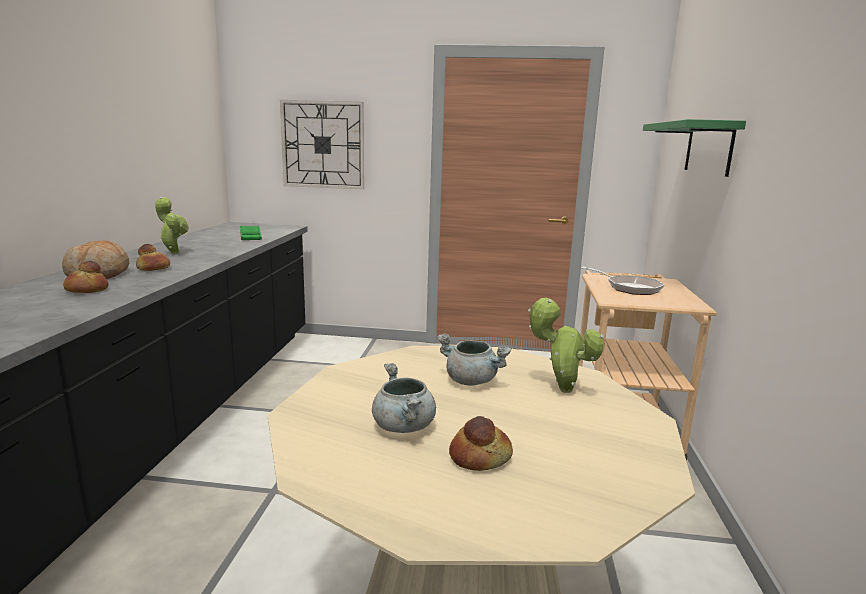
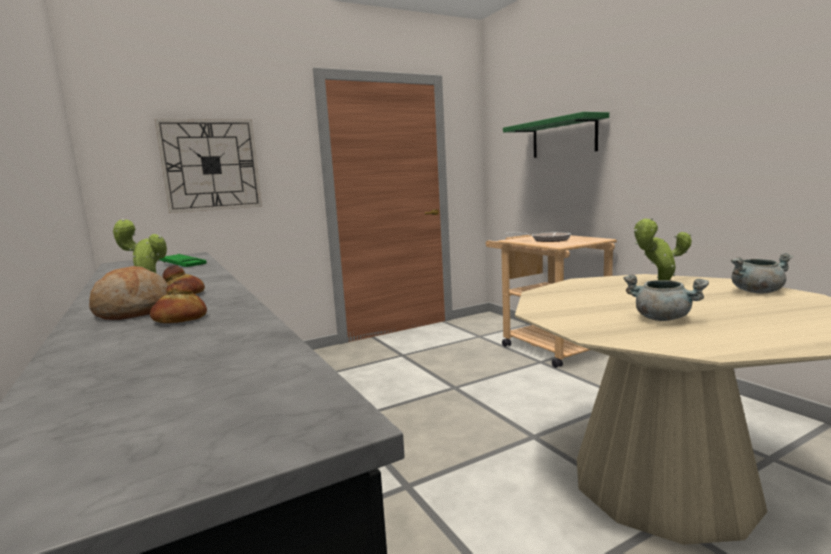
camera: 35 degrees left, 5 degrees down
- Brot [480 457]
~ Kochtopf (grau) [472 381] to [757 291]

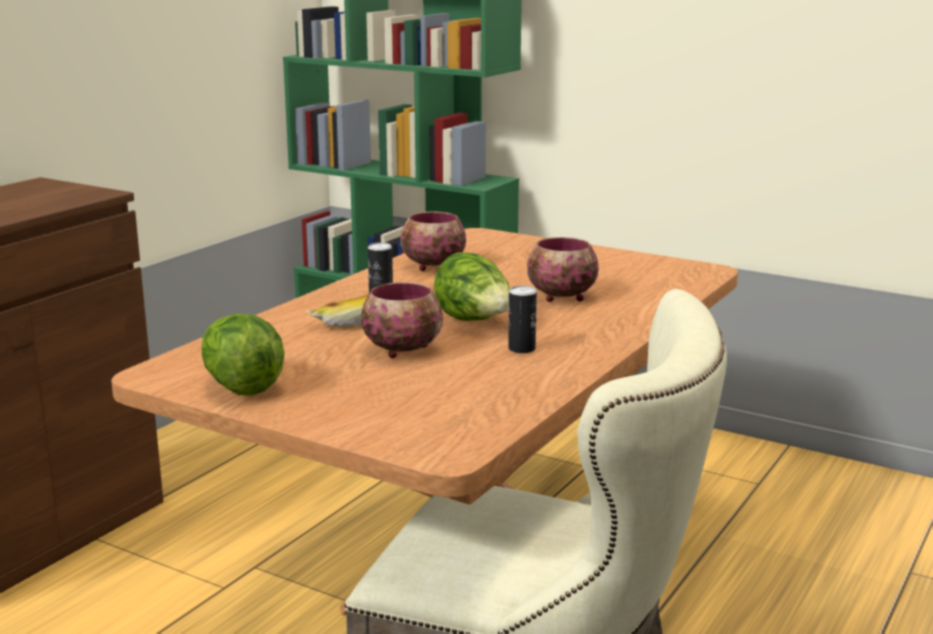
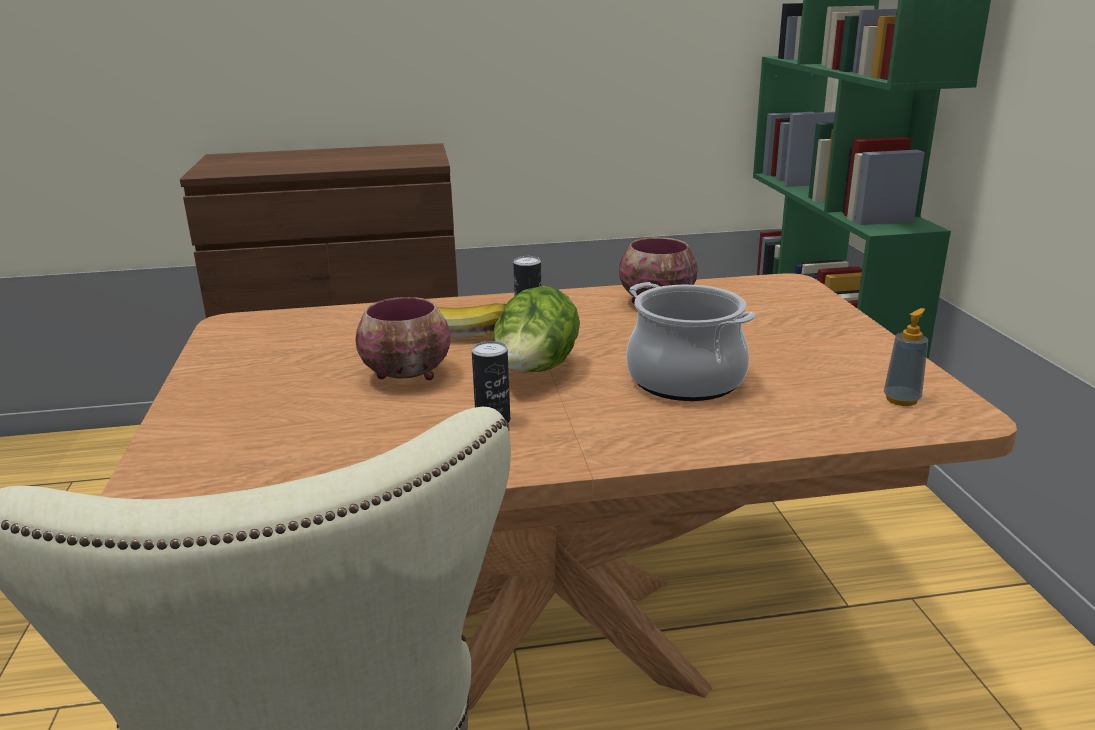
camera: 50 degrees right, 5 degrees up
- Salatkopf [241 386]
+ Seifenspender [901 399]
~ Schüssel [560 297] to Kochtopf [685 380]

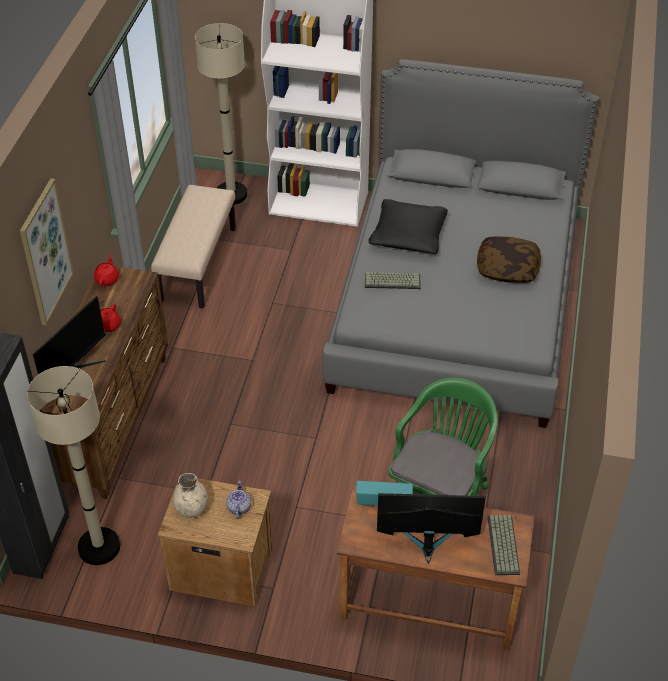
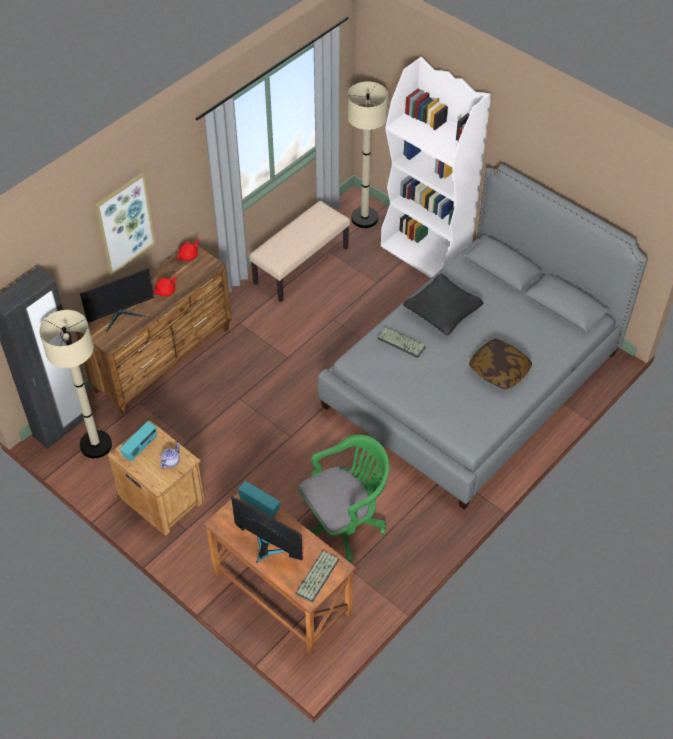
camera: 30 degrees right, 5 degrees up
~ Vase (beige) [191 509] to Radio [140 447]

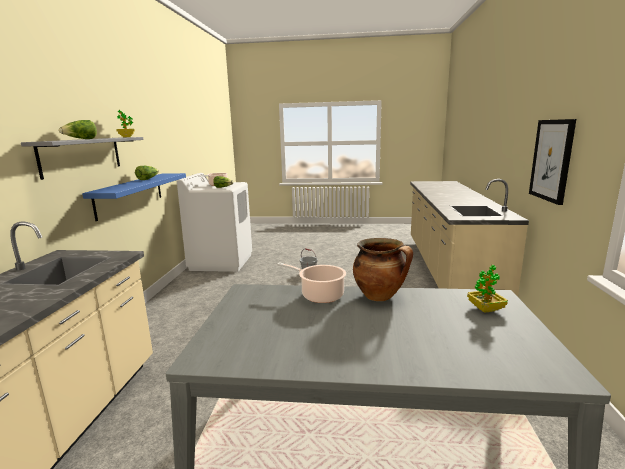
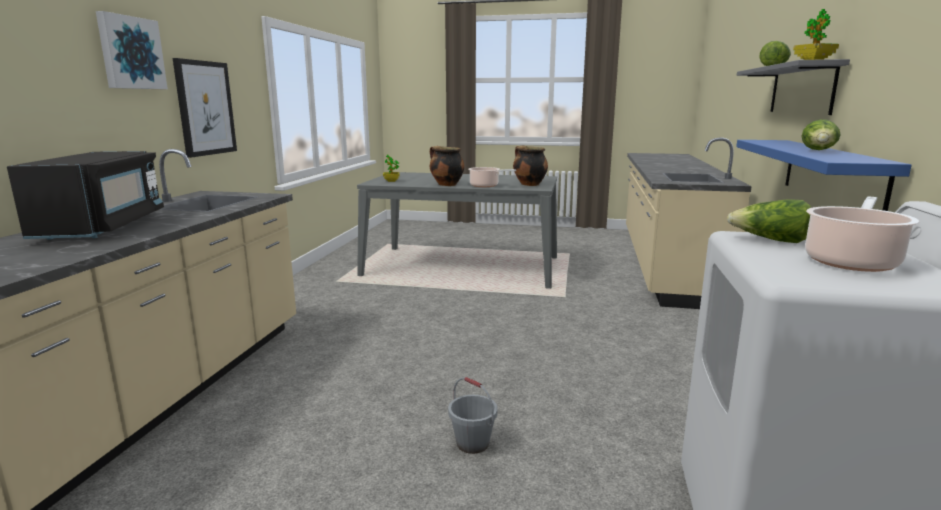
camera: 175 degrees left, 0 degrees up
+ Mikrowelle (schwarz) [103 227]
+ Bild [130 53]
+ Kochtopf [528 184]

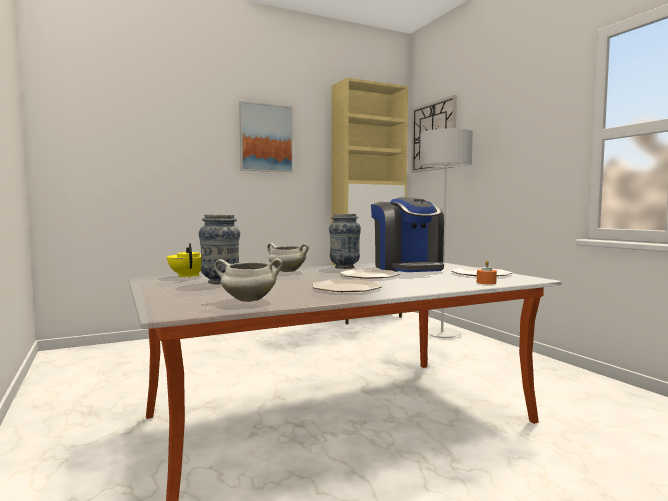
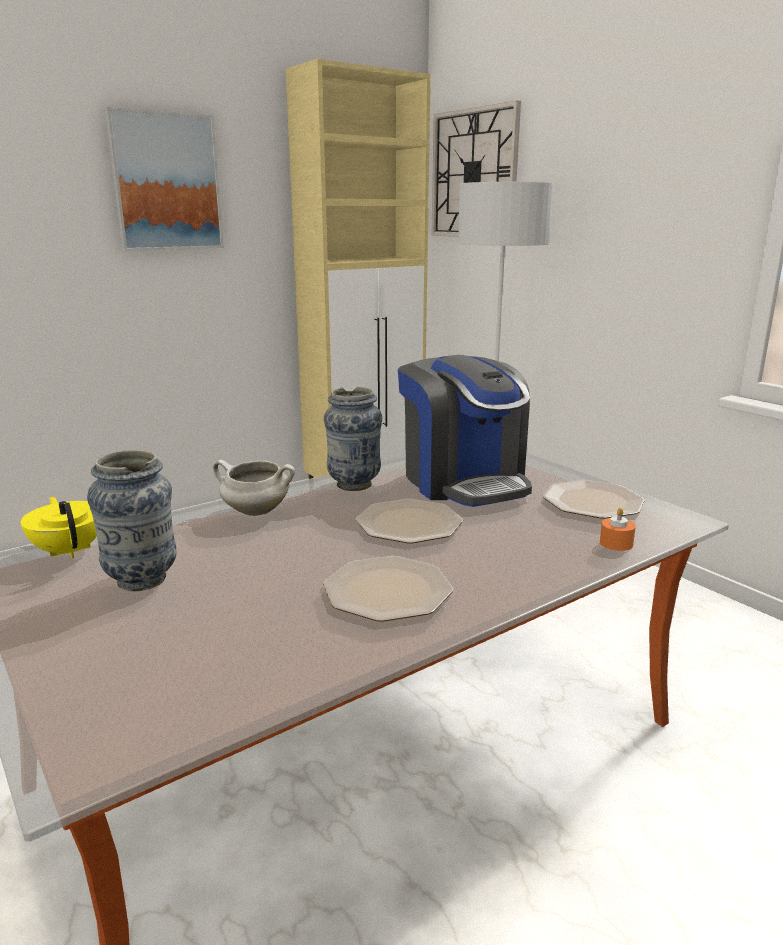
camera: 10 degrees left, 15 degrees up
- Kochtopf (weiß) [248 300]

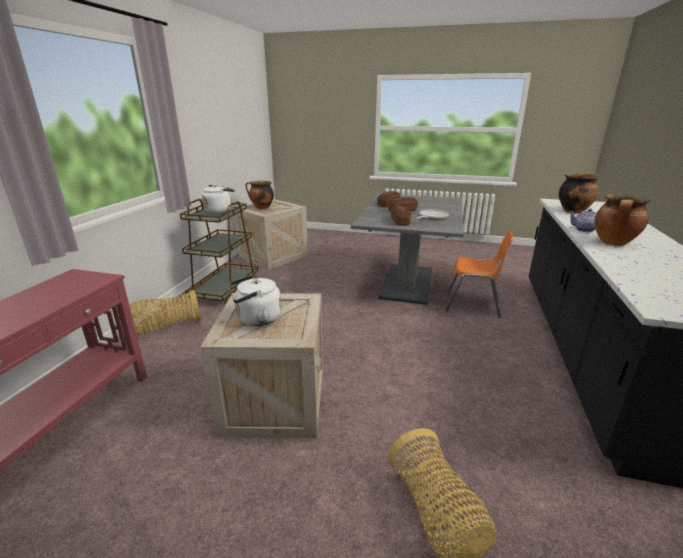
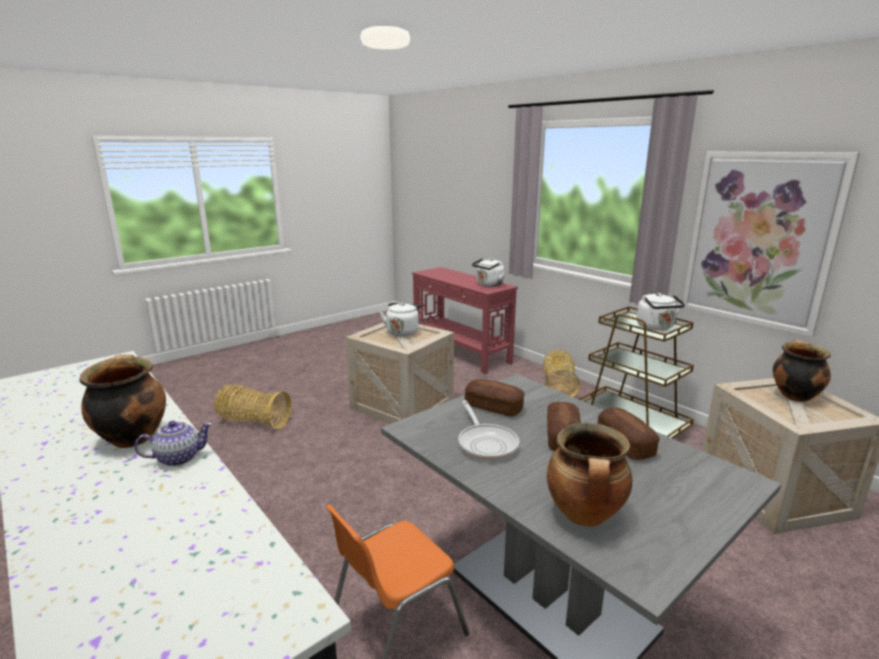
camera: 125 degrees right, 5 degrees down
+ Wasserkessel (weiß) [489 284]
+ Bild [760 240]
~ Kochtopf [573 211] to [585 516]

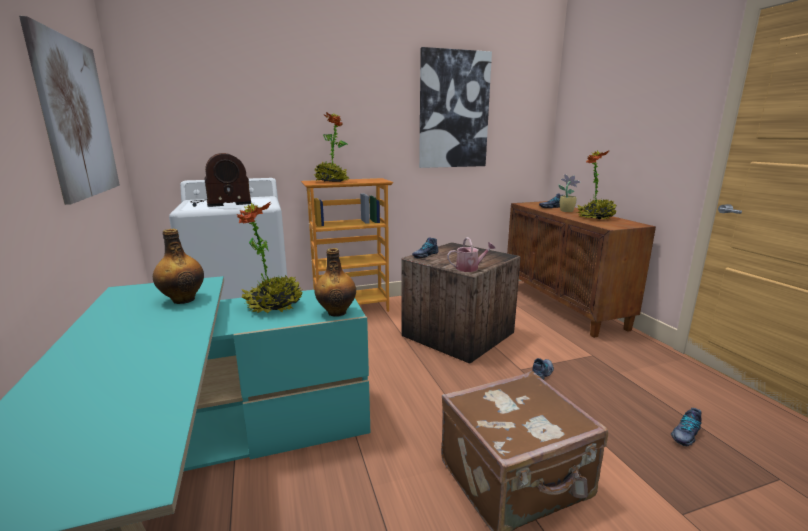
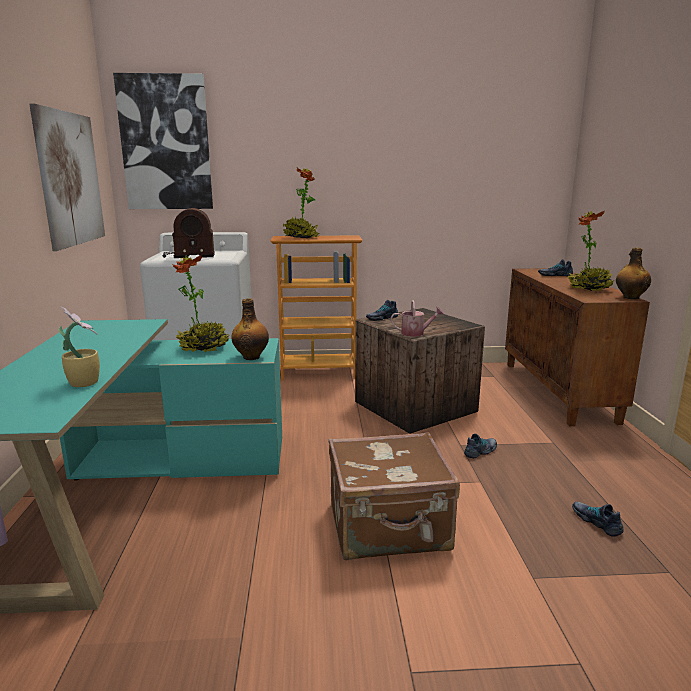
camera: 15 degrees right, 0 degrees up
~ Flasche [183 299] to [630 297]
~ Bild [453 110] to [166 143]
~ Topfpflanze [566 211] to [84 382]
~ Schuh [685 434] = [596 522] 90 degrees clockwise

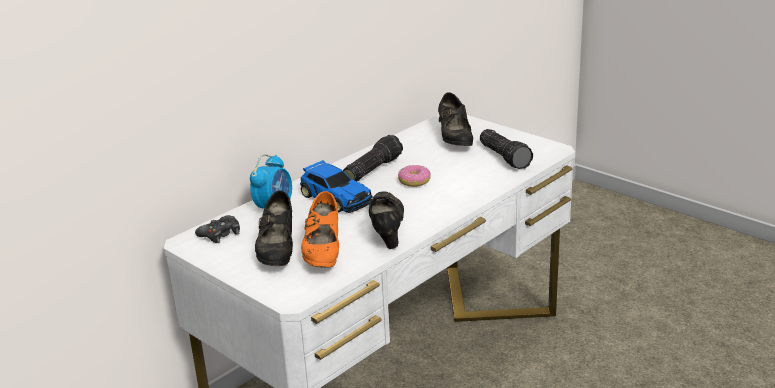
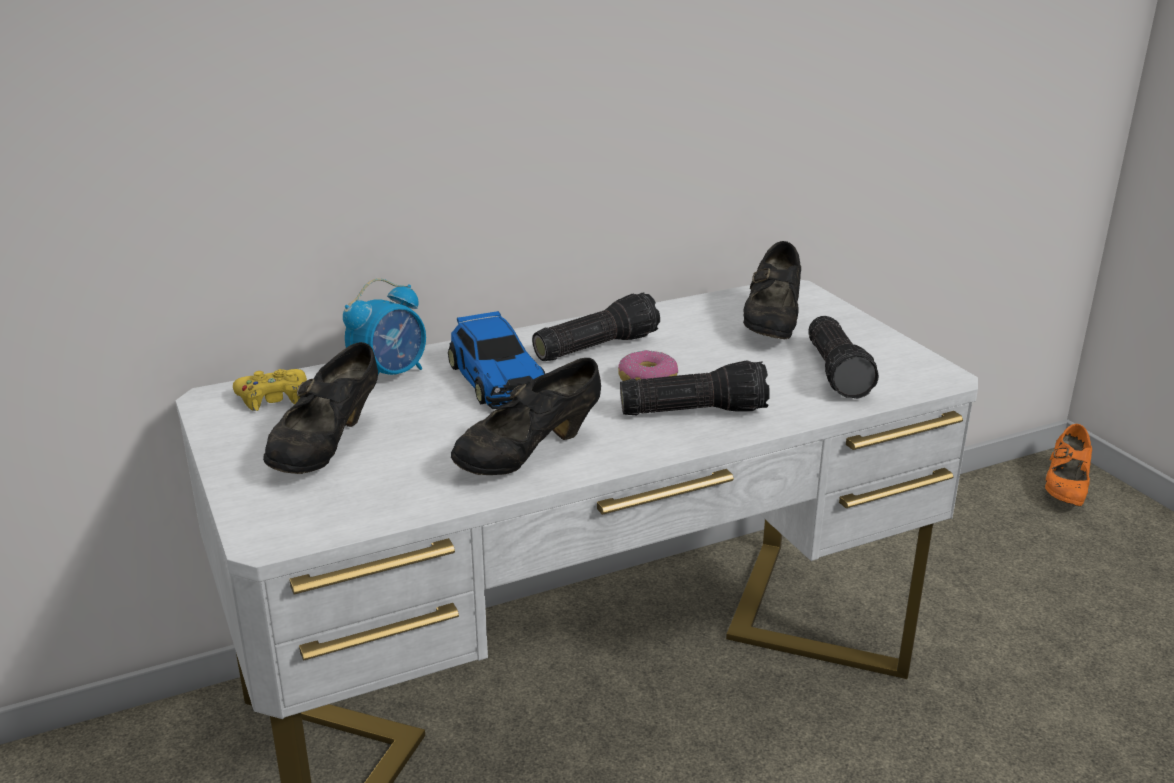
camera: 20 degrees right, 0 degrees up
+ Taschenlampe [694 409]
~ Schuh (orange) [323 253] to [1065 489]
~ Gamepad (schwarz) [220 234] to Gamepad (gelb) [273 398]
~ Schuh (schwarz) [386 231] = [528 455] 150 degrees counterclockwise

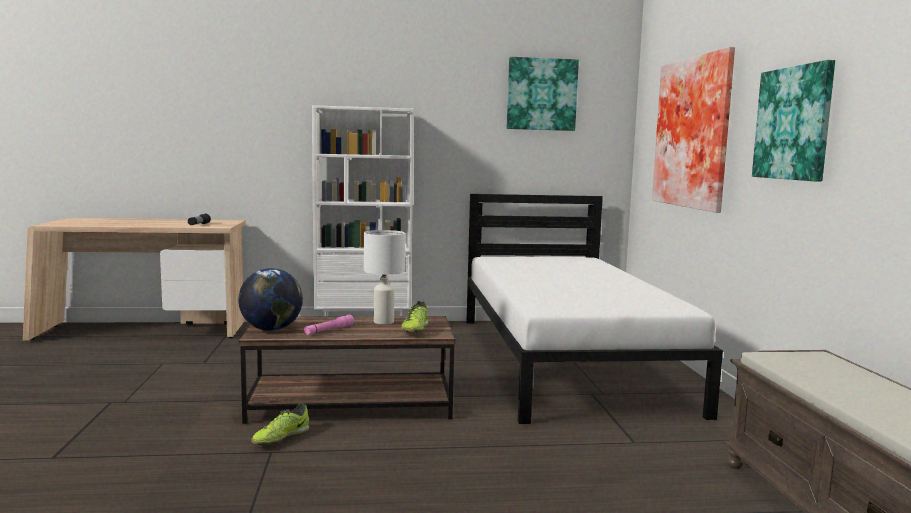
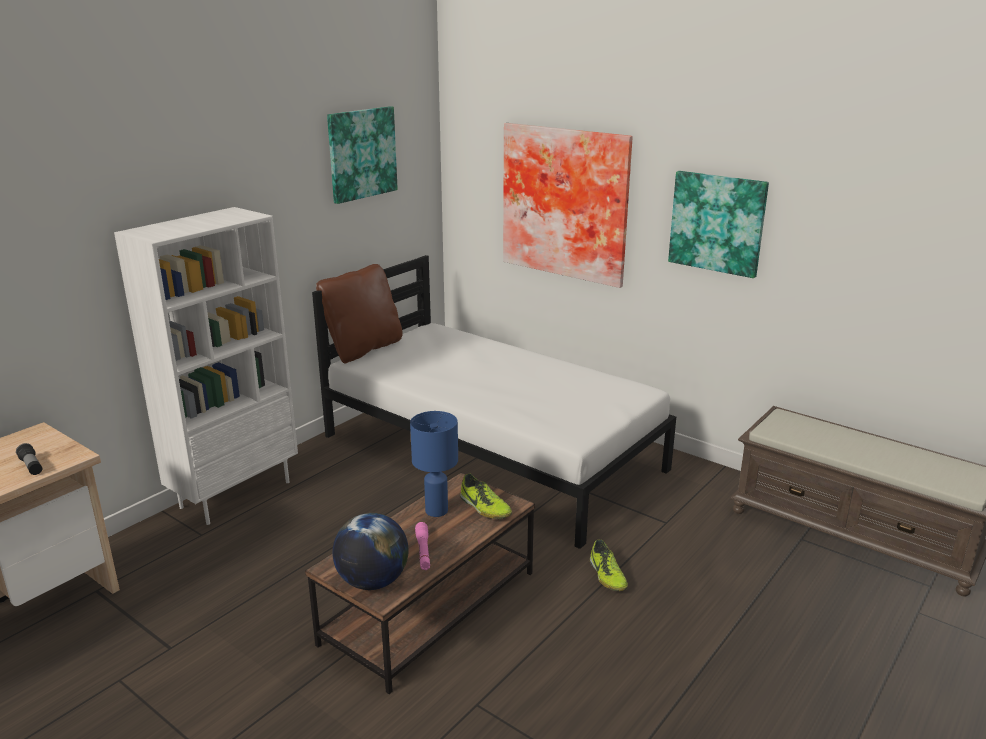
camera: 45 degrees left, 15 degrees up
+ Kissen (braun) [363 349]
~ Schuh [280 438] to [607 576]
~ Tischlampe (weiß) [383 322] to Tischlampe (blau) [436 511]

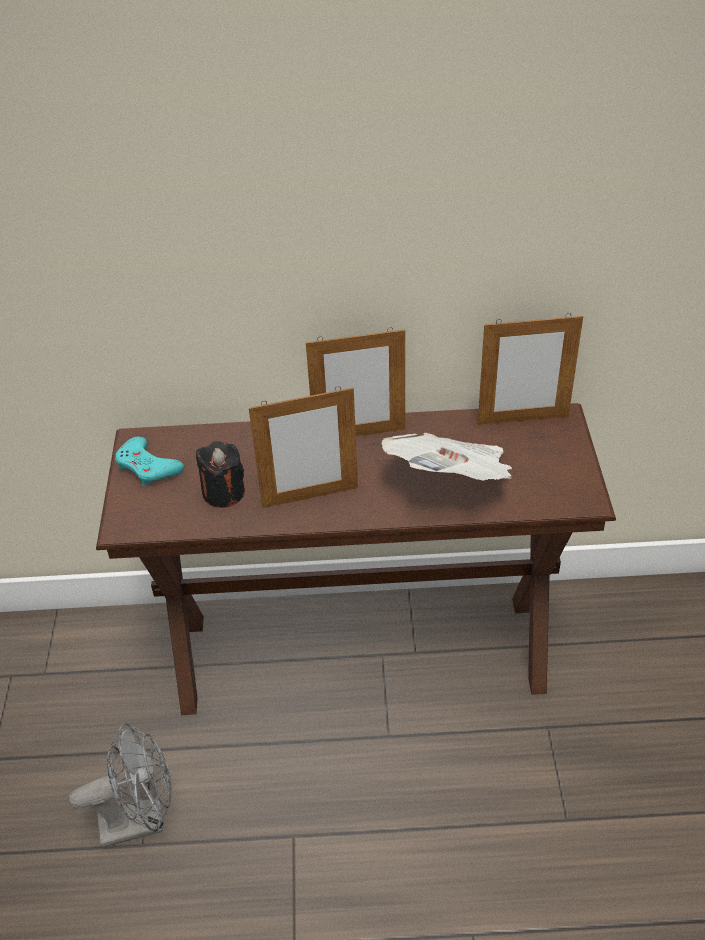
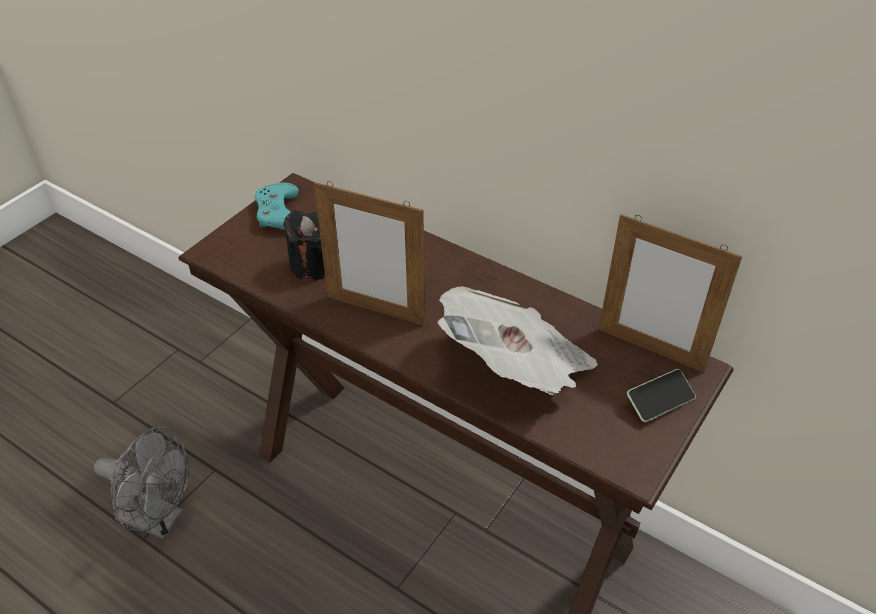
camera: 35 degrees right, 0 degrees up
- Bilderrahmen [359 435]
+ Handy [659 402]

